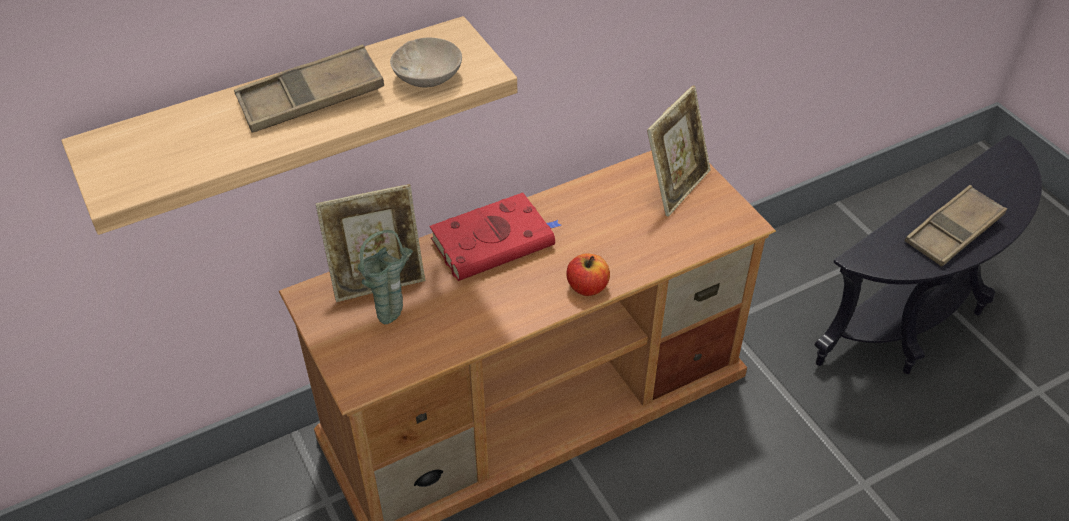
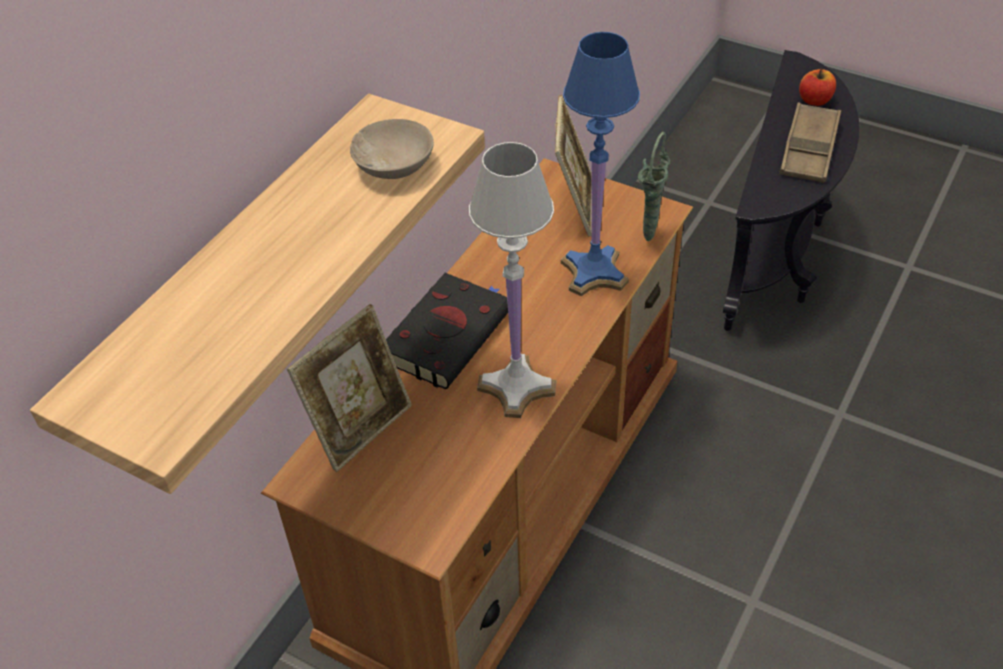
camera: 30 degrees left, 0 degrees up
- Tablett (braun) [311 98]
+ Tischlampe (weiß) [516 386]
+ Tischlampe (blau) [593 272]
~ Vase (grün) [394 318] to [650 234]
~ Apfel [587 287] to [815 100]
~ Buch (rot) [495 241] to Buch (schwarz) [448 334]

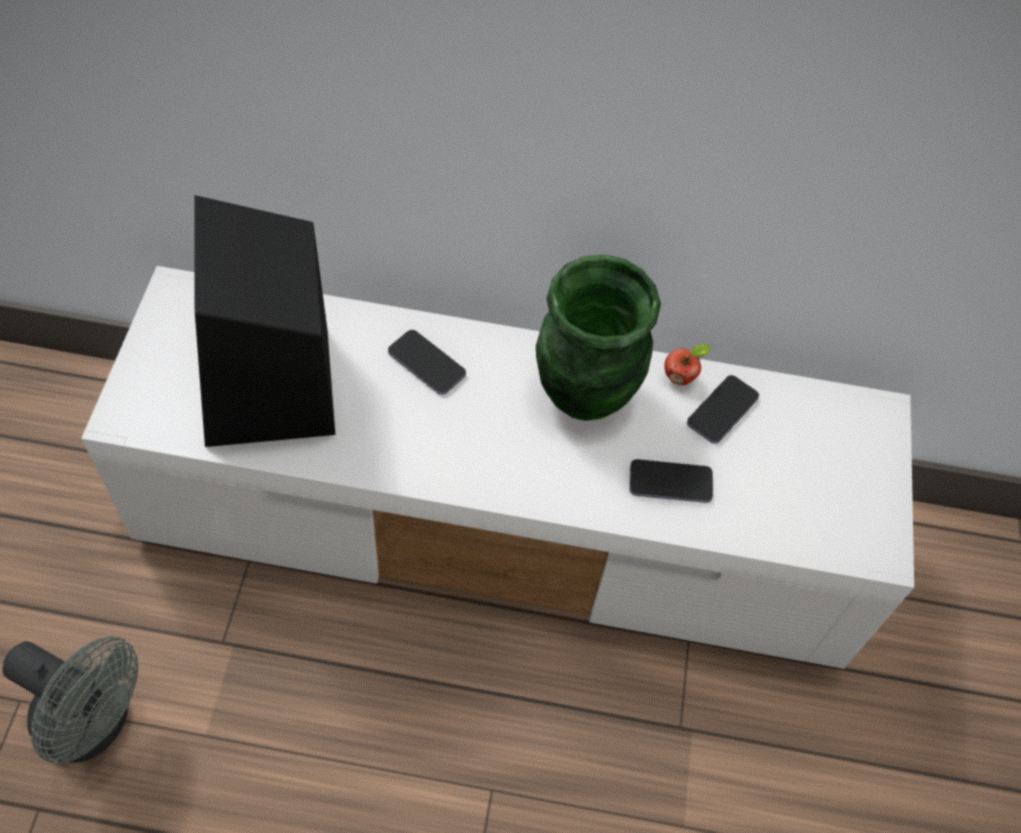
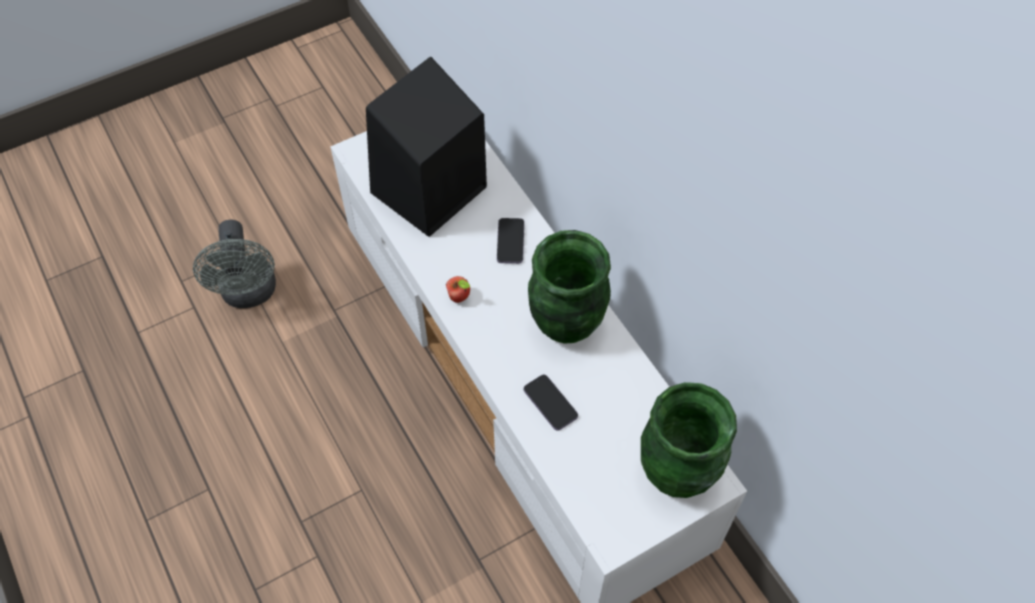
camera: 55 degrees right, 0 degrees up
- Handy [722 411]
+ Vase (grün) [678 472]
~ Apfel [680 377] to [460 297]

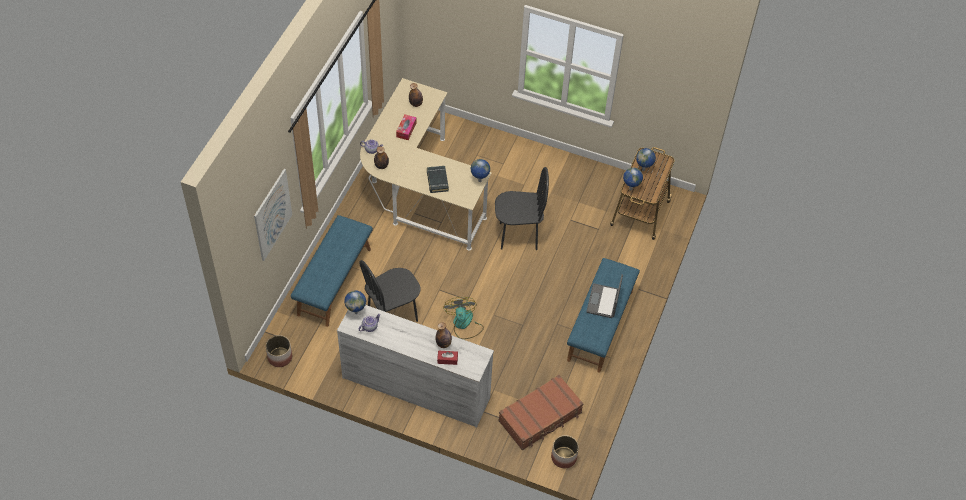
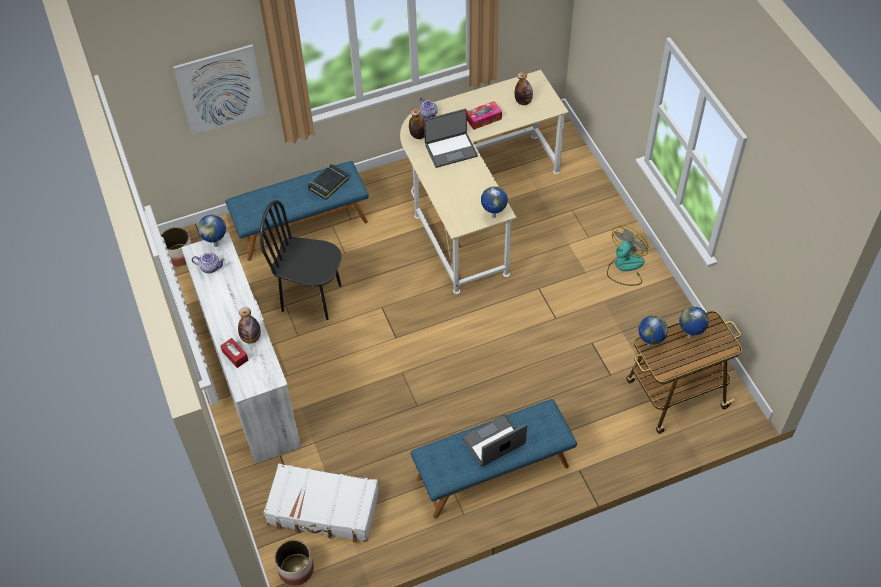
camera: 50 degrees right, 0 degrees up
- Stuhl (schwarz) [518 235]
+ Laptop [450 150]
~ Buch (schwarz) [437 181] to [328 183]
~ Ventilator [464 324] to [625 267]
~ Koffer (braun) [540 417] to Koffer (weiß) [323 509]

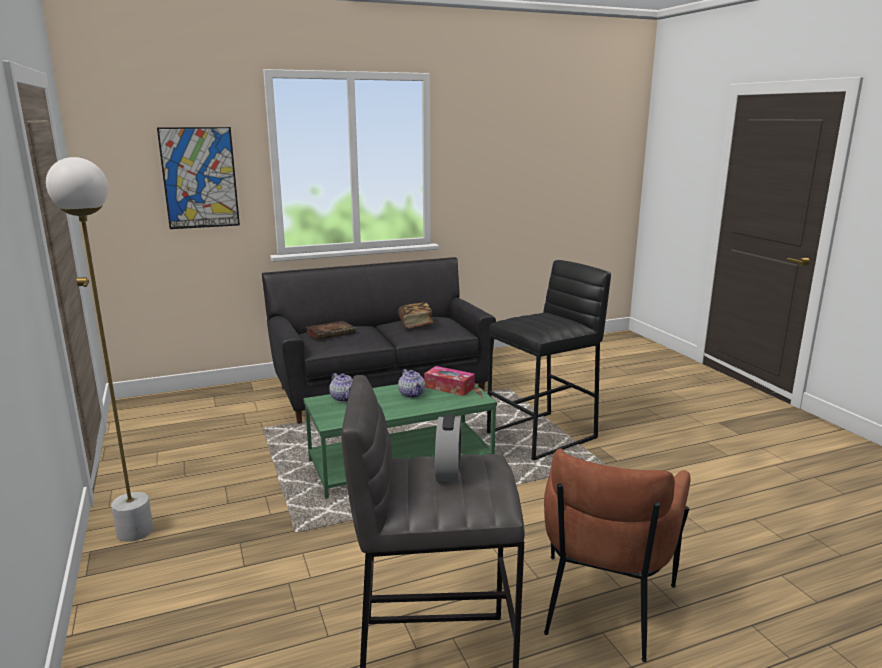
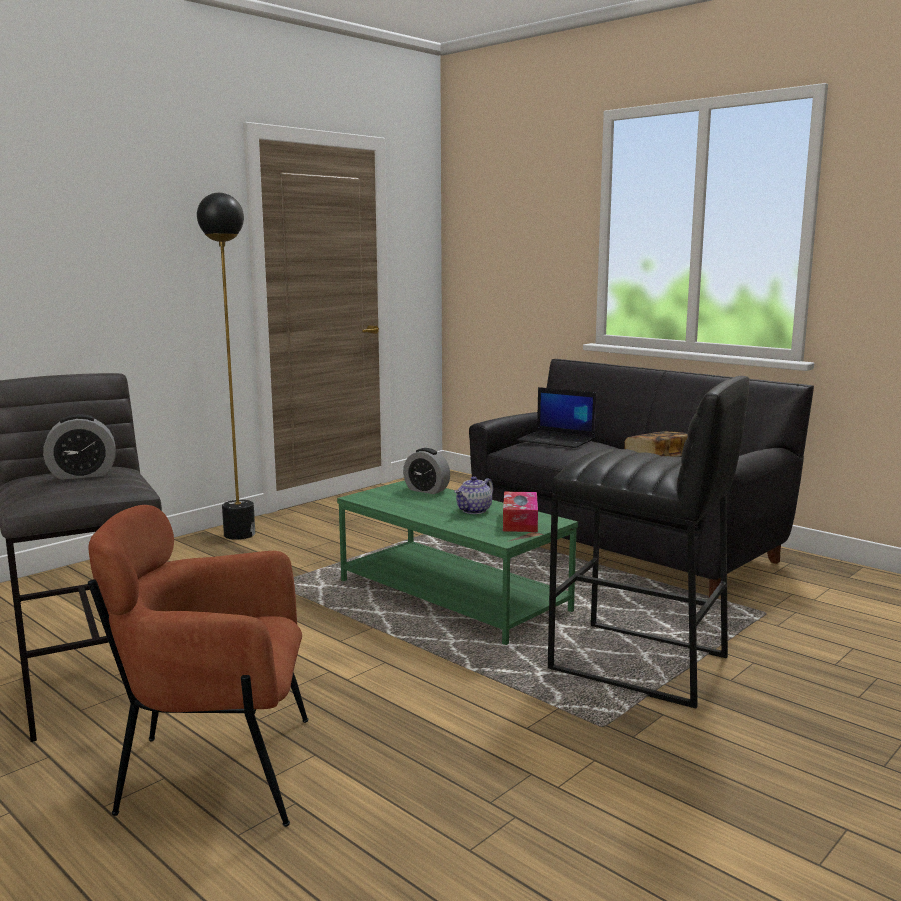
camera: 65 degrees right, 5 degrees down
- Bild [199 178]
~ Buch [331 333] to Laptop [557 440]
~ Teekanne [344 398] to Wecker [426 490]
~ Stehlampe (weiß) [135 532] to Stehlampe (schwarz) [239 535]

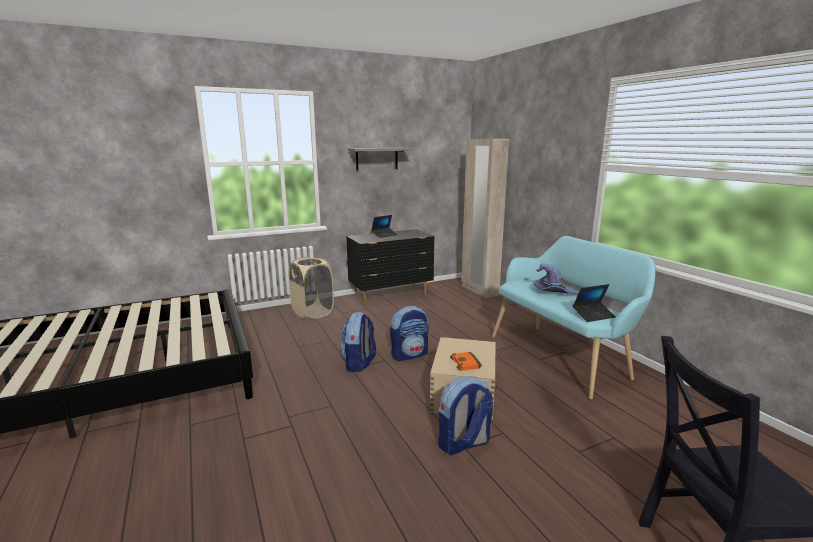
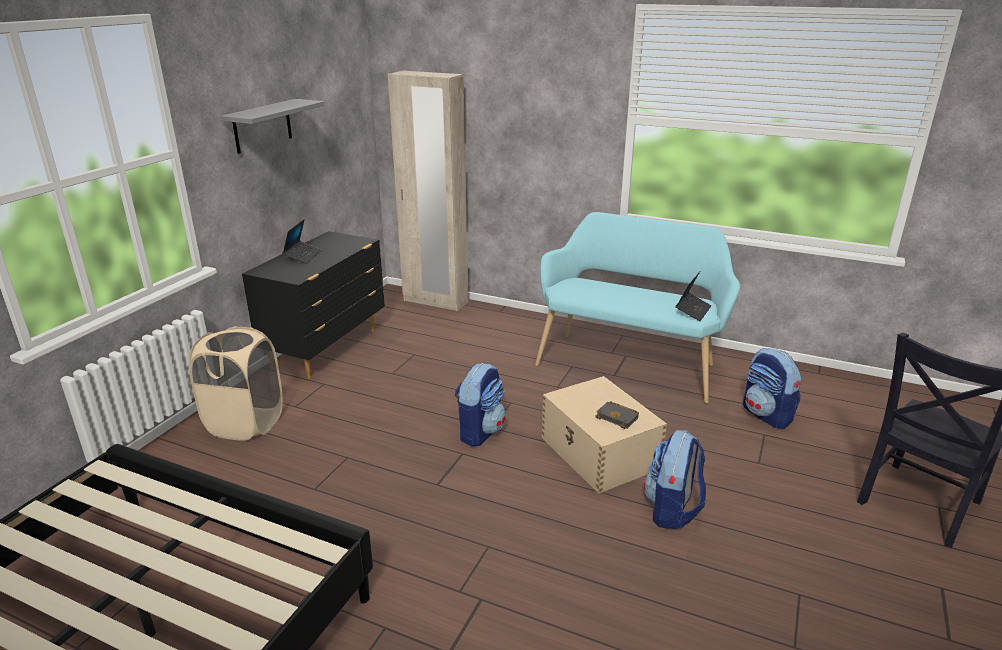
camera: 40 degrees left, 10 degrees up
- Hut (lila) [554 292]
~ Rucksack [359 363] to [767 415]
~ Buch (orange) [466 364] to Buch (schwarz) [618 417]

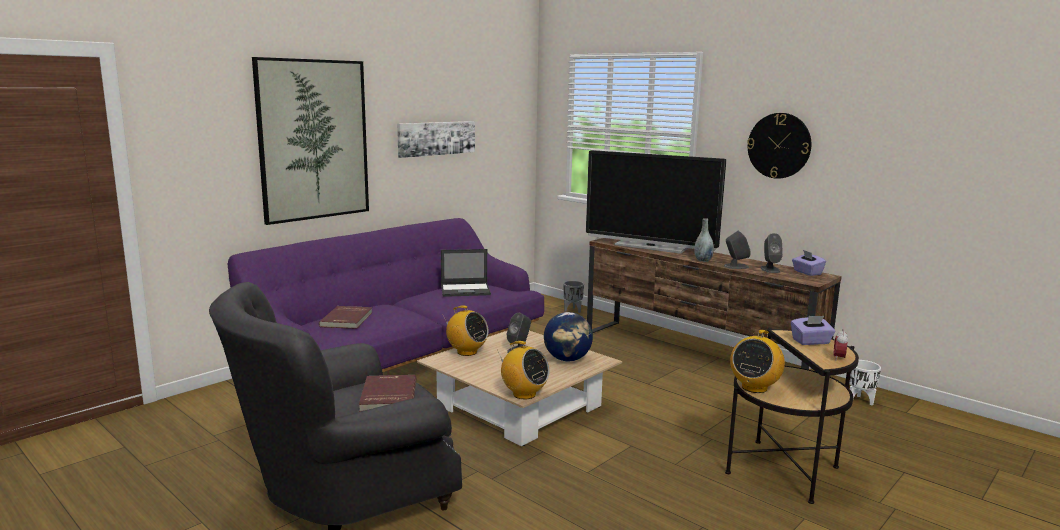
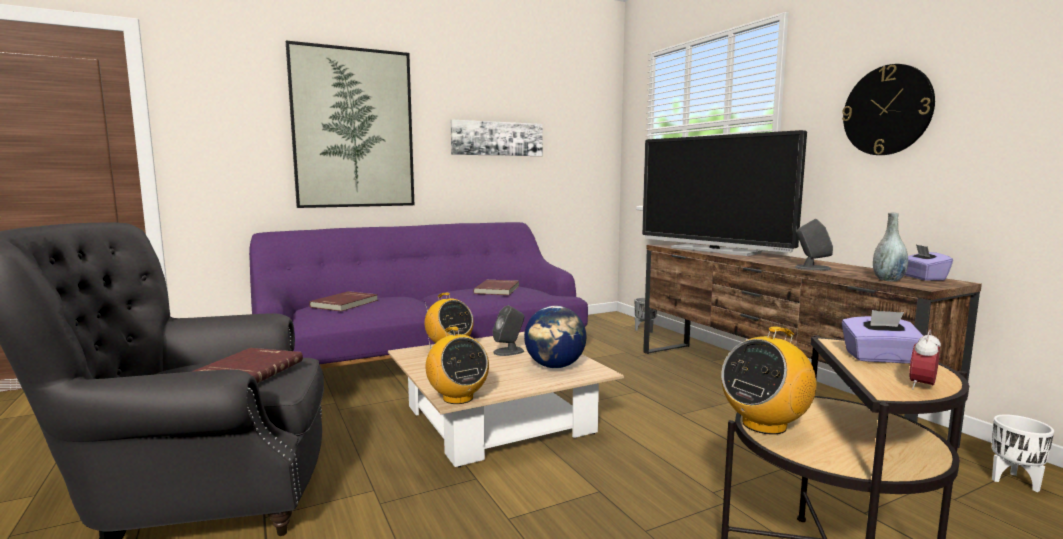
camera: 20 degrees right, 5 degrees down
- Lautsprecher (grau) [770 269]
~ Vase (grau) [703 260] to [888 280]
~ Laptop [466 290] to Buch (rot) [498 289]

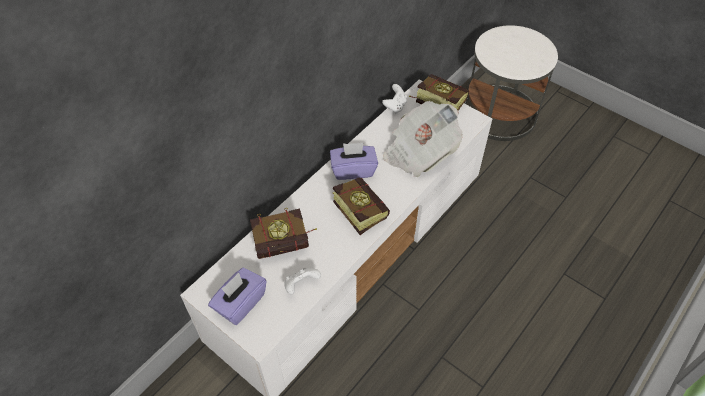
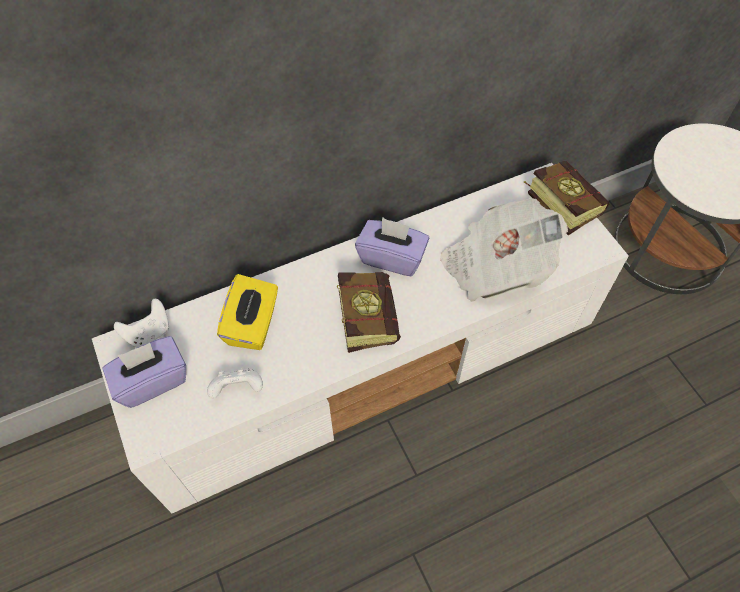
camera: 25 degrees right, 5 degrees up
~ Gamepad (weiß) [395 106] to [149 333]
~ Buch [287 243] to Taschentuchbox (gelb) [253 325]

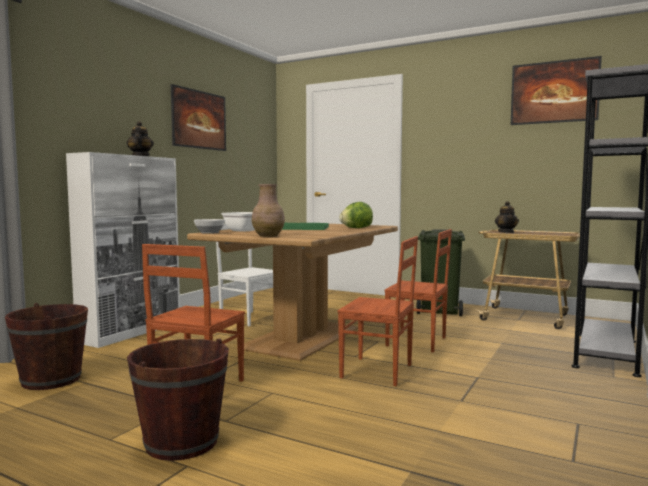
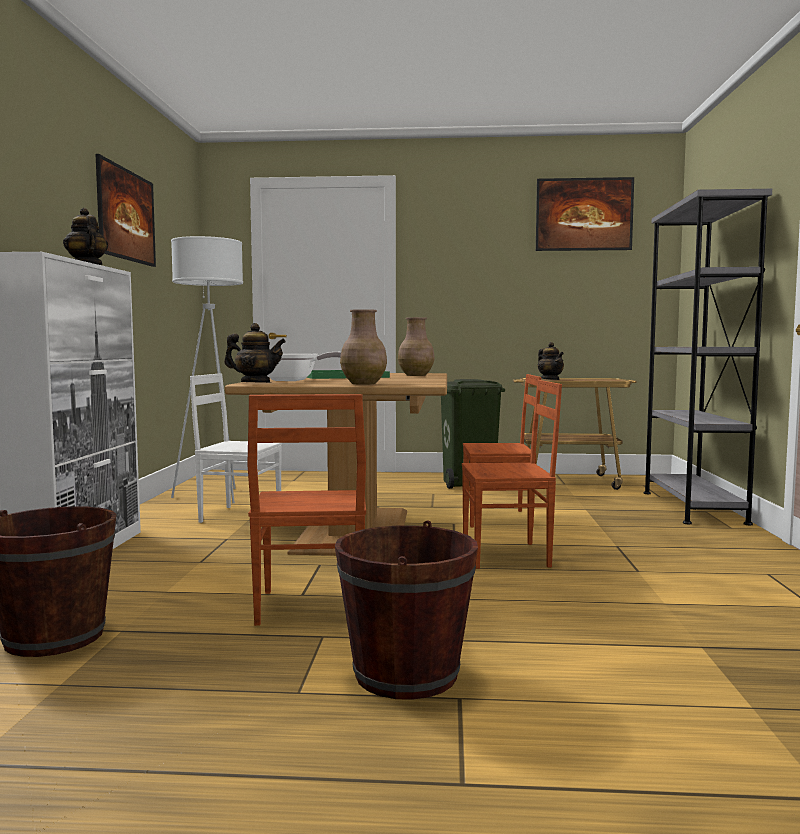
camera: 25 degrees left, 0 degrees up
+ Stehlampe (weiß) [213 496]
~ Schüssel [209 232] to Teekanne [255 383]
~ Salatkopf [356 228] to Vase (braun) [416 375]

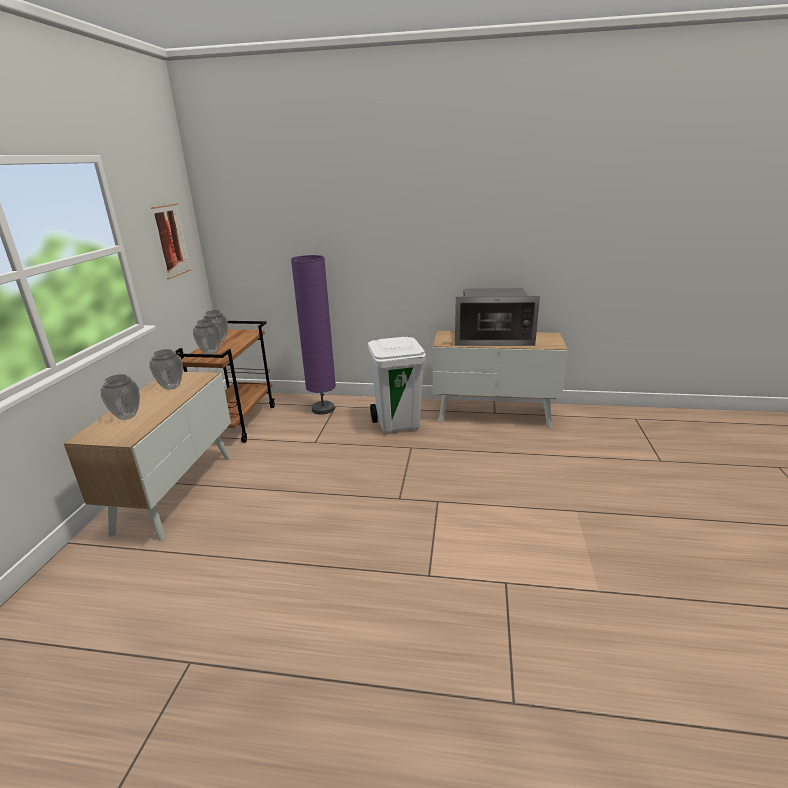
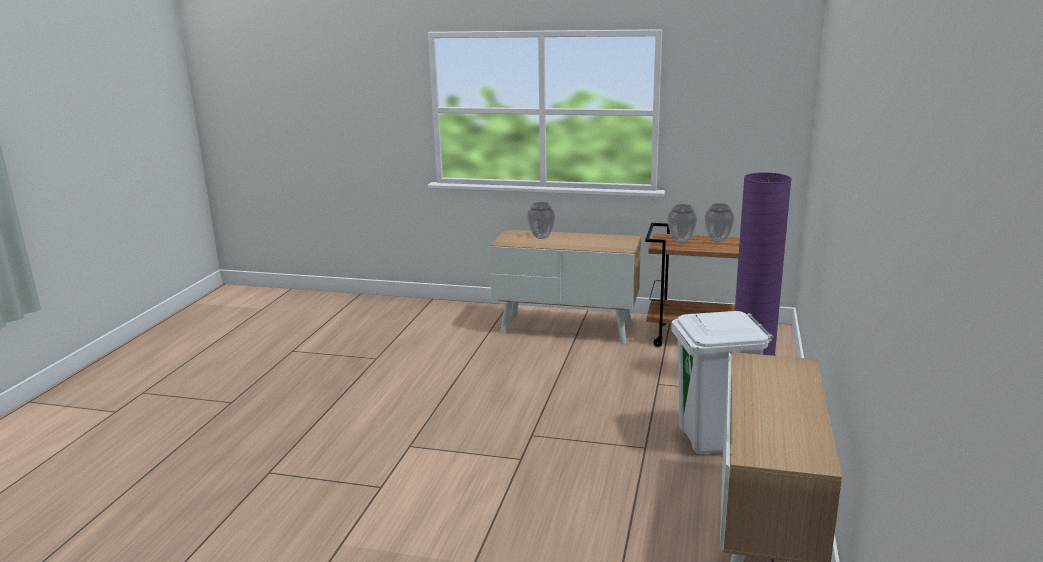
camera: 95 degrees right, 5 degrees down
- Vase [171 387]
- Bild [171 240]
- Mikrowelle [492 339]

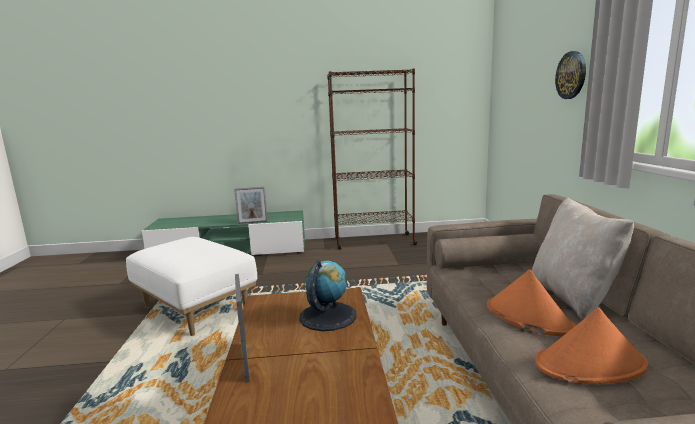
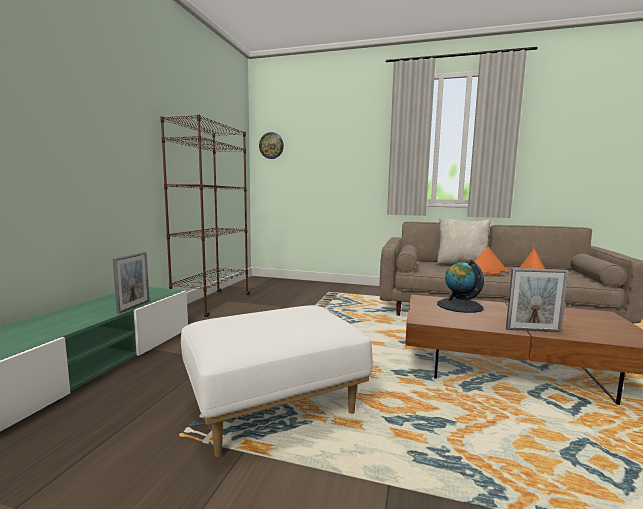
camera: 70 degrees left, 5 degrees down
~ Wanduhr [571 75] to [271 145]

